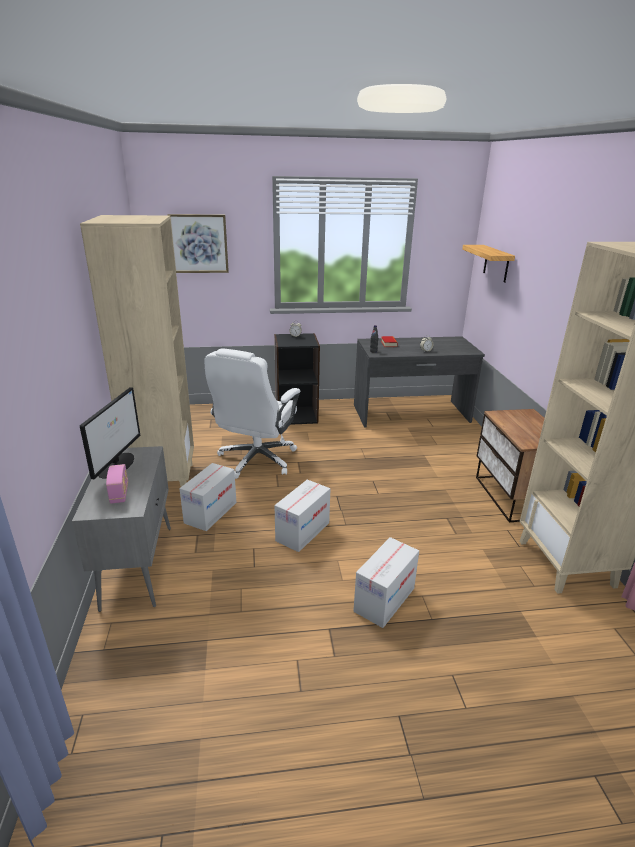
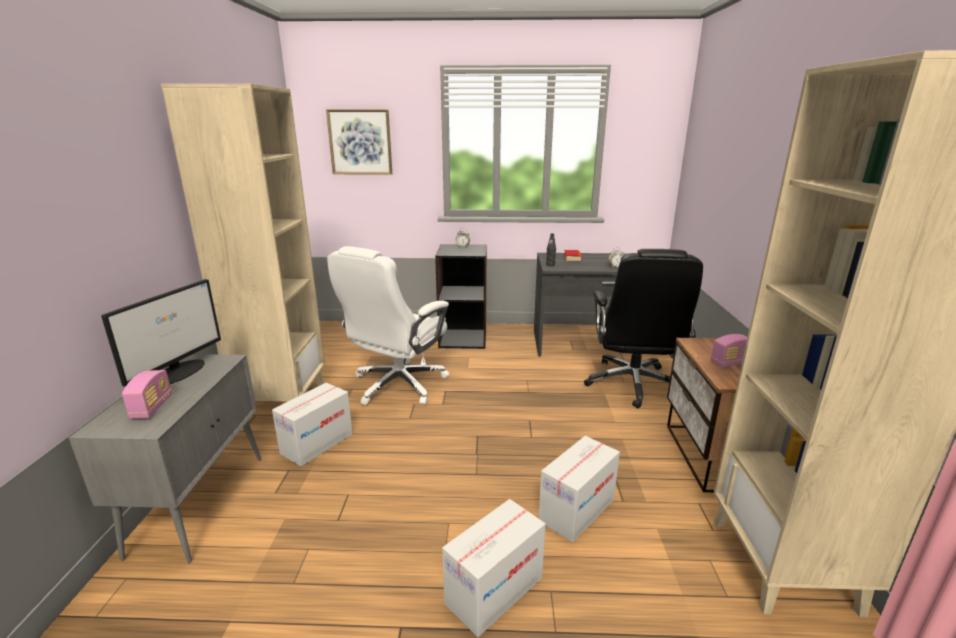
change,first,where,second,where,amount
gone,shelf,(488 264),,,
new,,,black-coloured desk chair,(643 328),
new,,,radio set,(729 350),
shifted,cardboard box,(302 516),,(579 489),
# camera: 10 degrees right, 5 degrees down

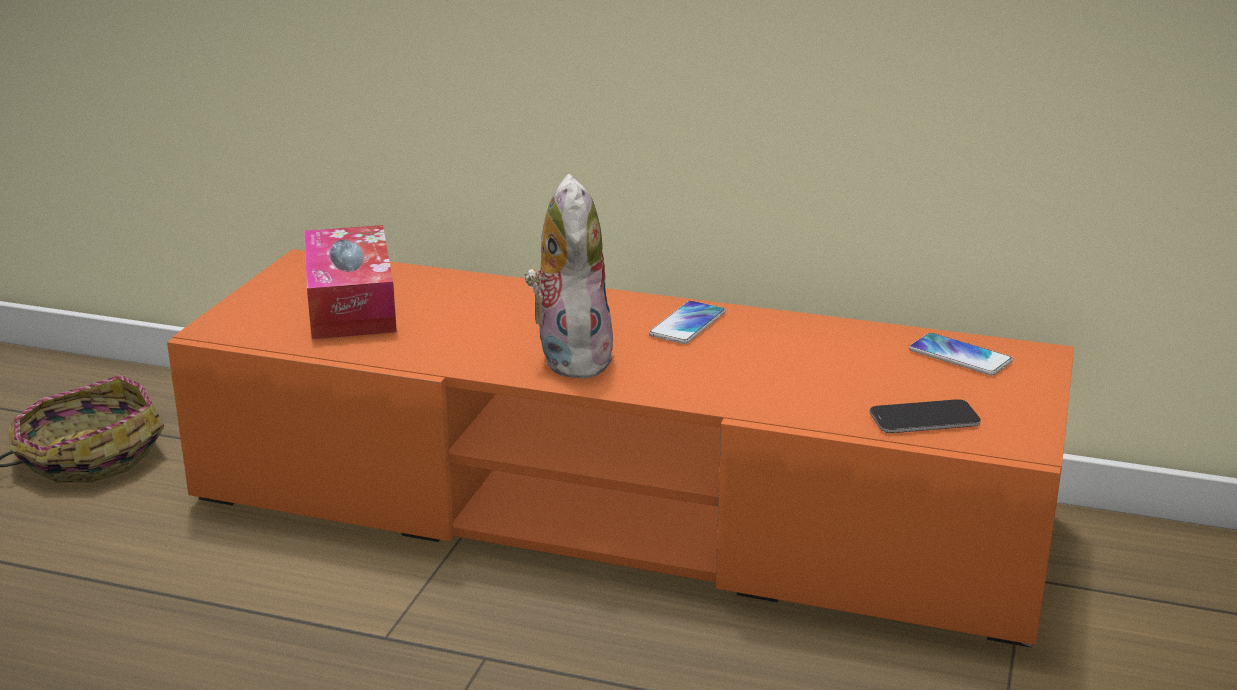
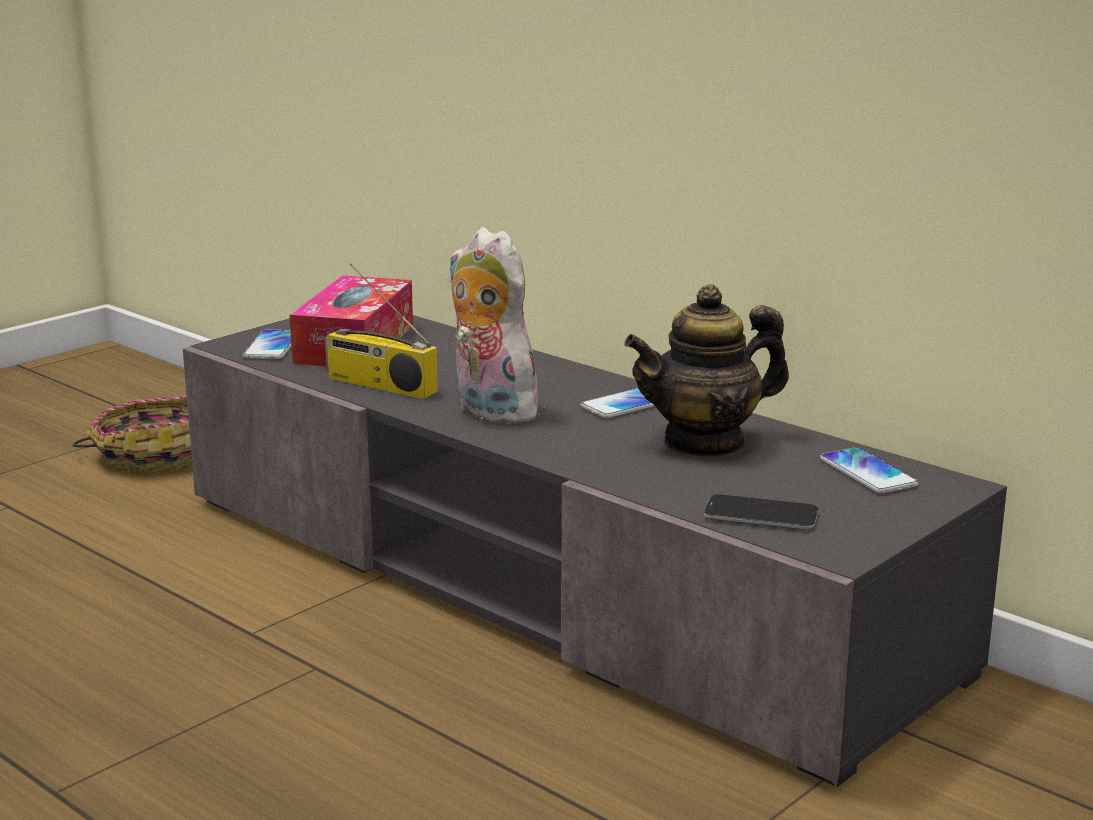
change,first,where,second,where,amount
new,,,handset,(267 344),
new,,,radio set,(381 331),
new,,,teapot,(706 371),
repainted,orangey tv unit,(620 448),greyish tv unit,(595 551),
rotated,soft toy,(569 276),,(498 325),60 degrees counterclockwise
# camera: 25 degrees right, 5 degrees down

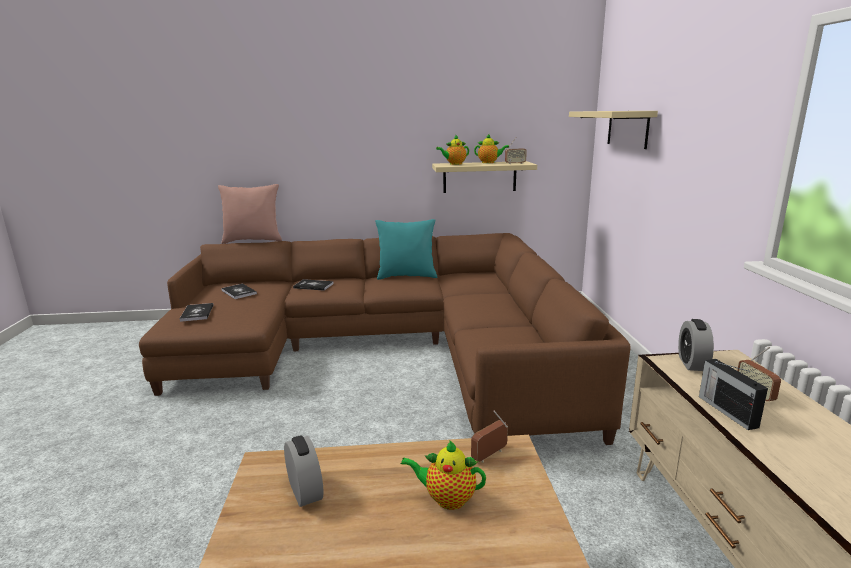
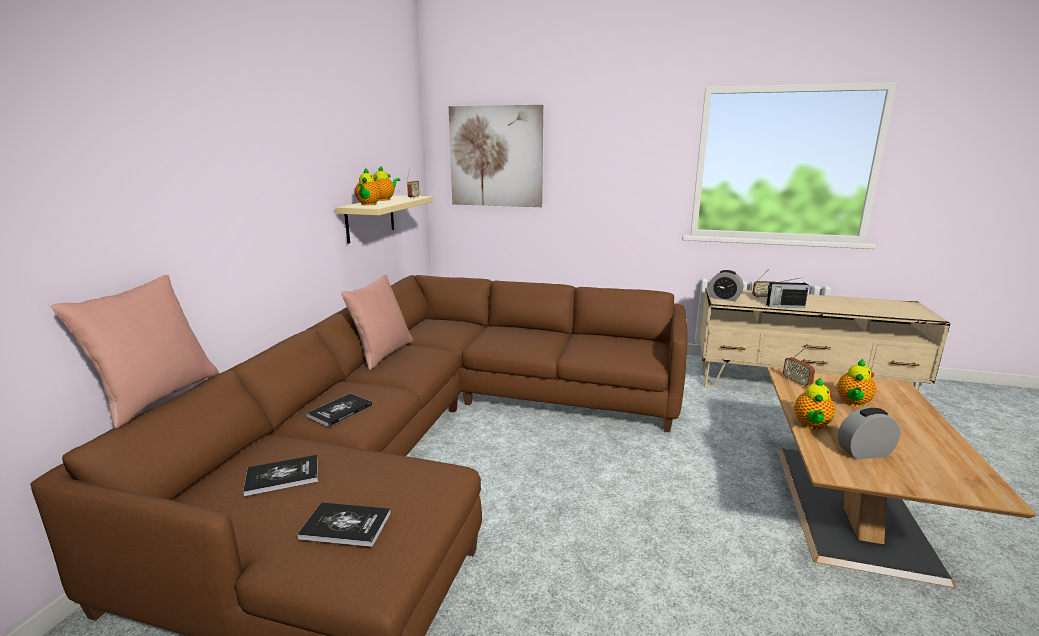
change,first,where,second,where,amount
new,,,teapot,(814 404),
swapped,beige shelf,(613 130),wall art,(496 156),
repainted,turquoise-coloured throw pillow,(406 249),pink throw pillow,(377 322),
# camera: 70 degrees left, 0 degrees up

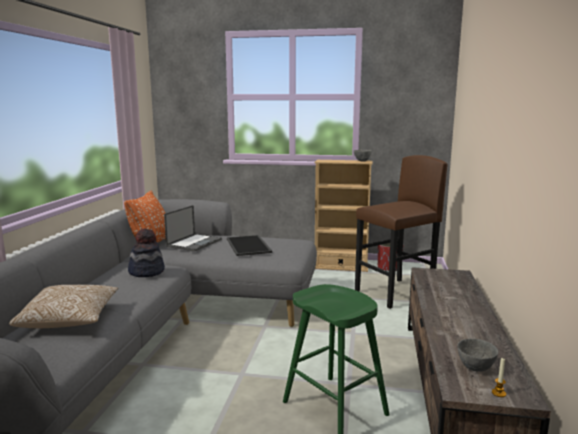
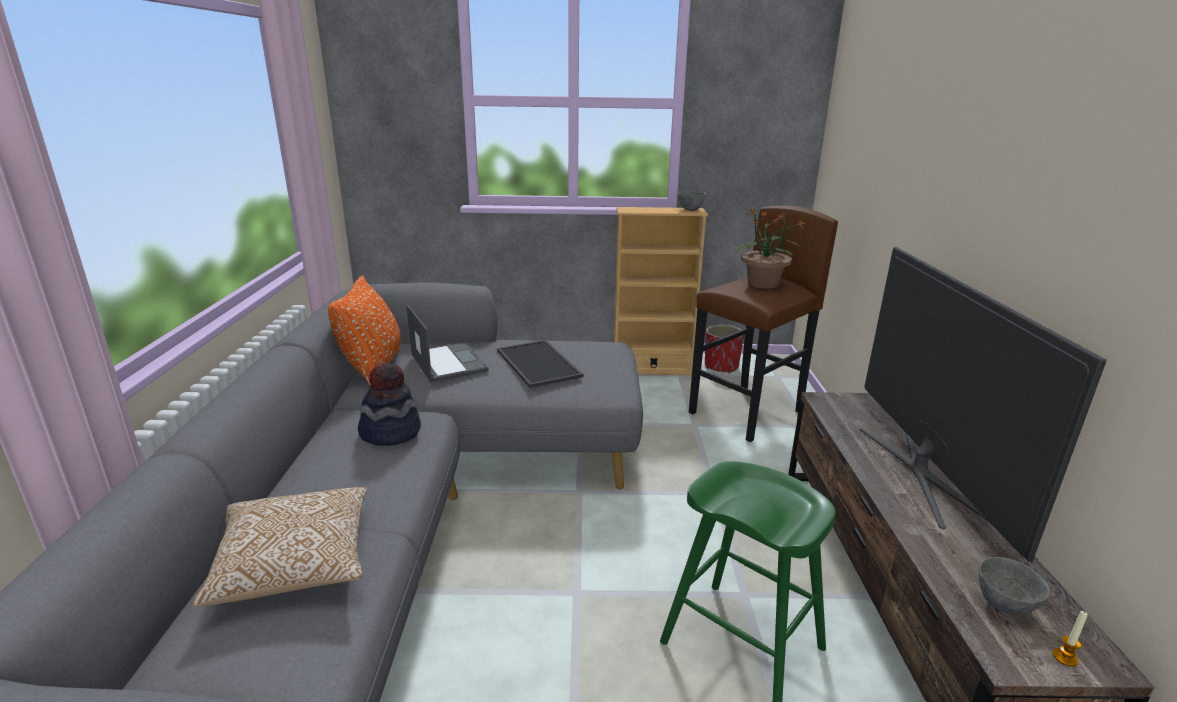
change,first,where,second,where,amount
new,,,potted plant,(770 248),
new,,,television,(983 404),
rotated,notebook computer,(193 228),,(448 344),45 degrees counterclockwise
# camera: 10 degrees left, 10 degrees up

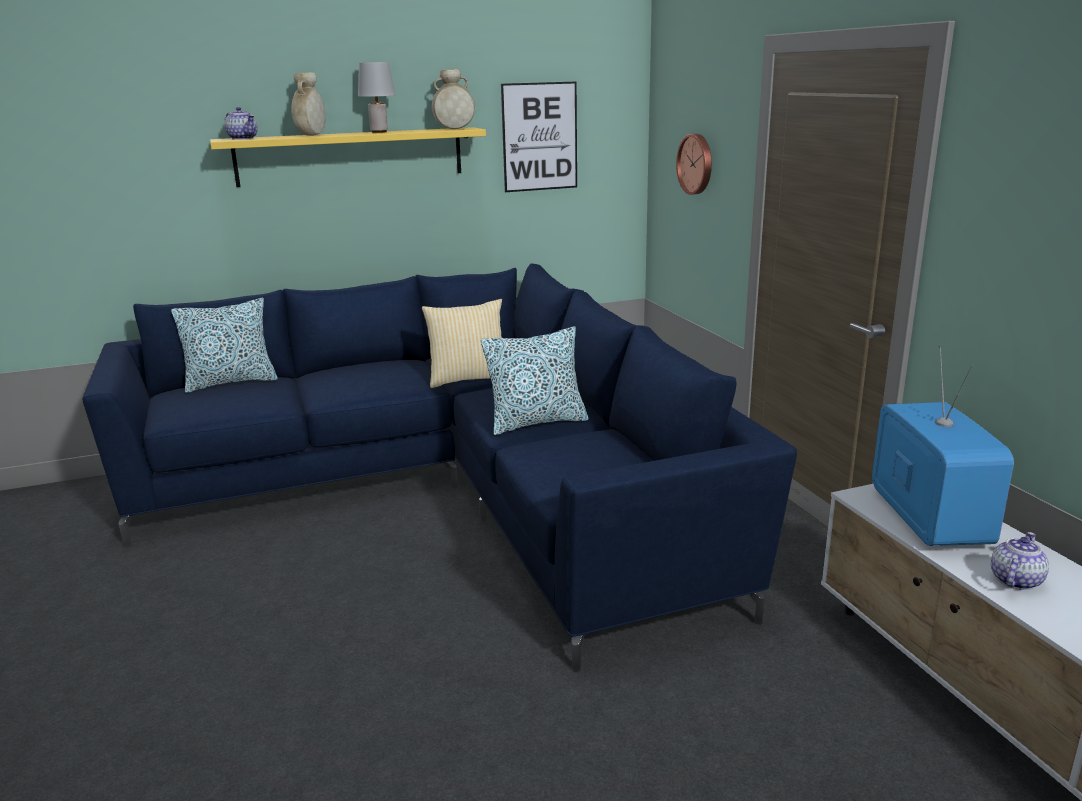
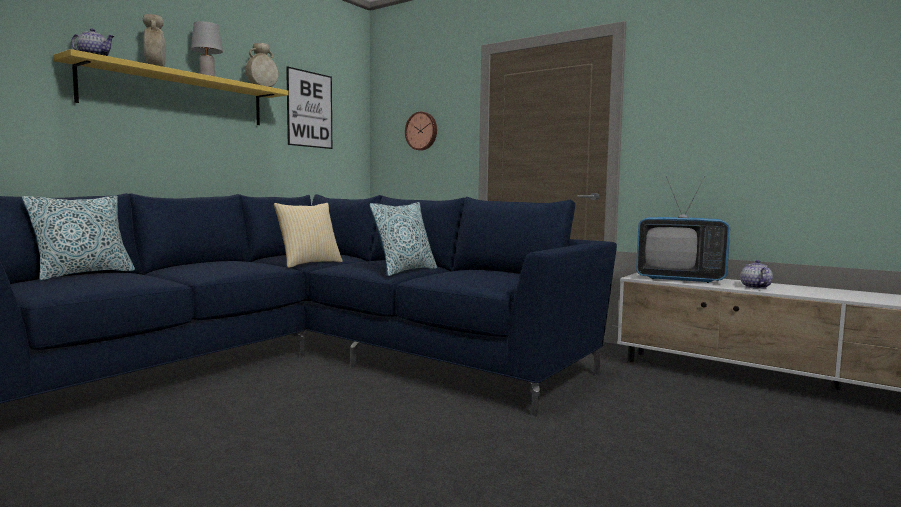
change,first,where,second,where,amount
rotated,television,(943 446),,(683 229),150 degrees clockwise
# camera: 35 degrees left, 15 degrees down

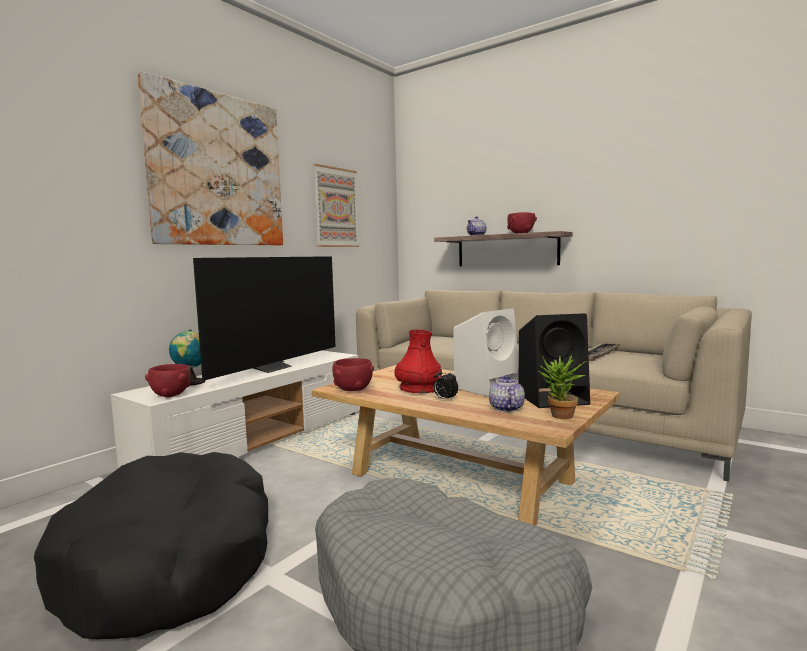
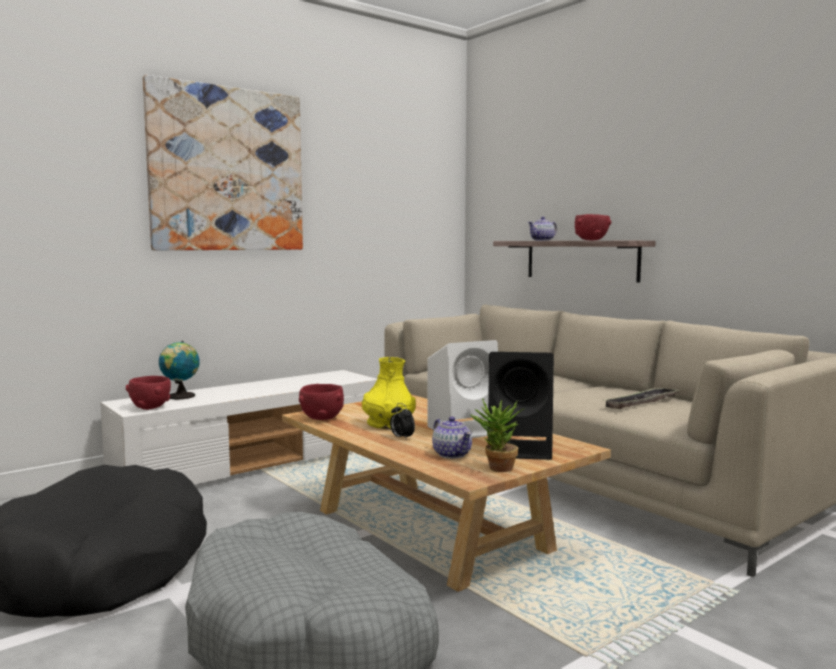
change,first,where,second,where,amount
gone,television,(264 318),,,
gone,wall art,(336 205),,,
repainted,red-coloured decorative vase,(418 361),yellow decorative vase,(389 393),
rotated,teapot,(507 393),,(452 438),135 degrees clockwise
# camera: 15 degrees right, 0 degrees up

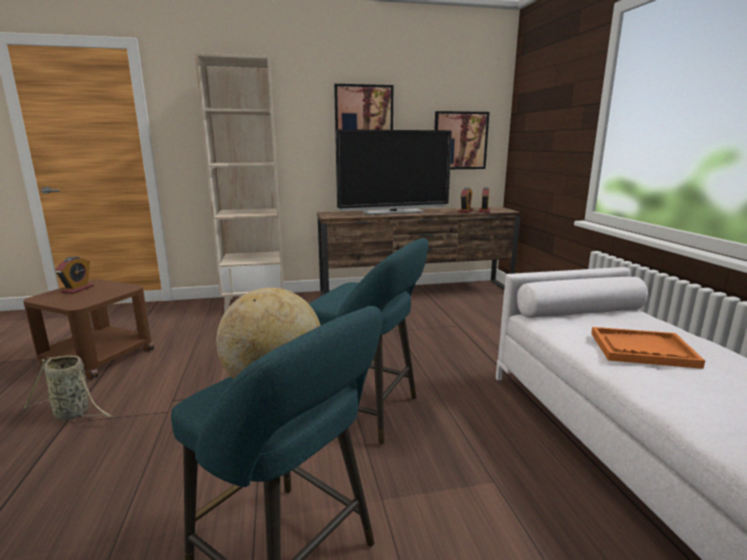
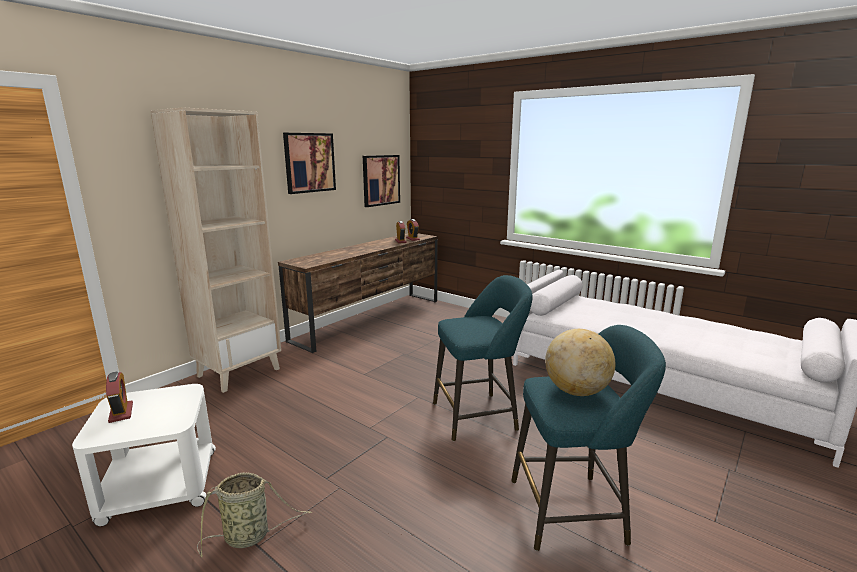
change,first,where,second,where,amount
gone,television,(393 172),,,
gone,orangey carrying tray,(648 348),,,
repainted,brown-coloured end table,(88 329),whitish end table,(144 455),
# camera: 40 degrees left, 0 degrees up

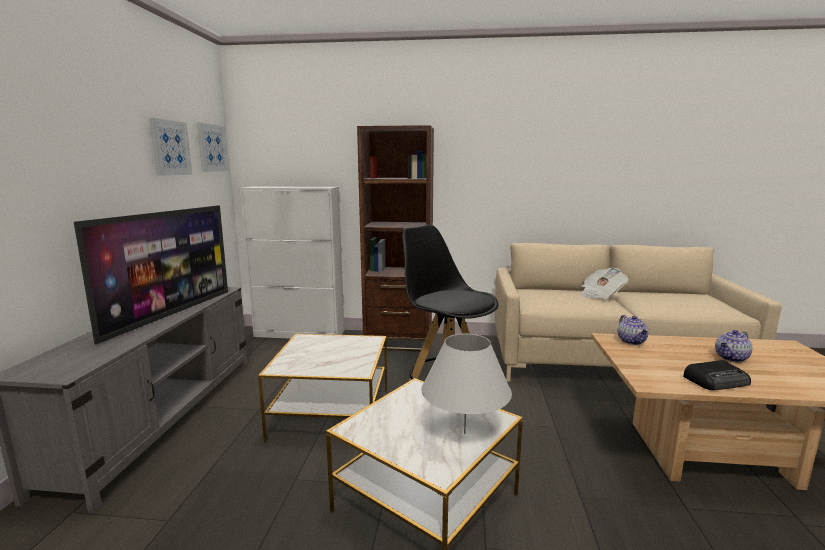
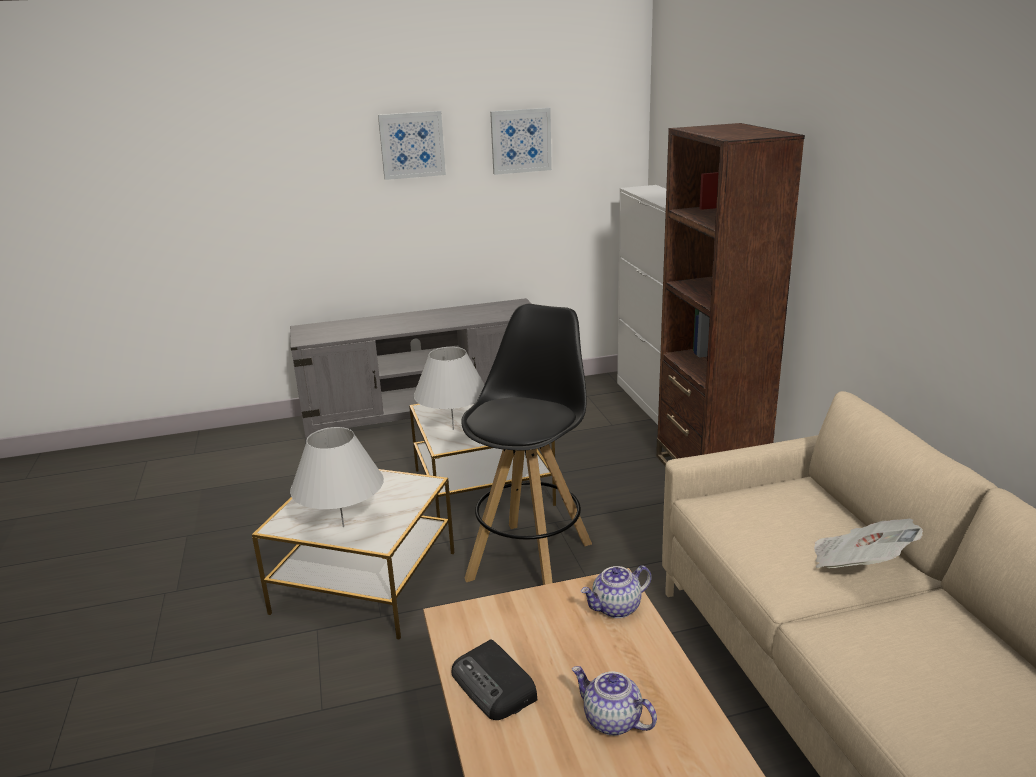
change,first,where,second,where,amount
gone,television,(151 274),,,
new,,,whitish lamp for a table,(449 388),
shifted,wall art,(213 147),,(412 145),
# camera: 70 degrees right, 10 degrees up

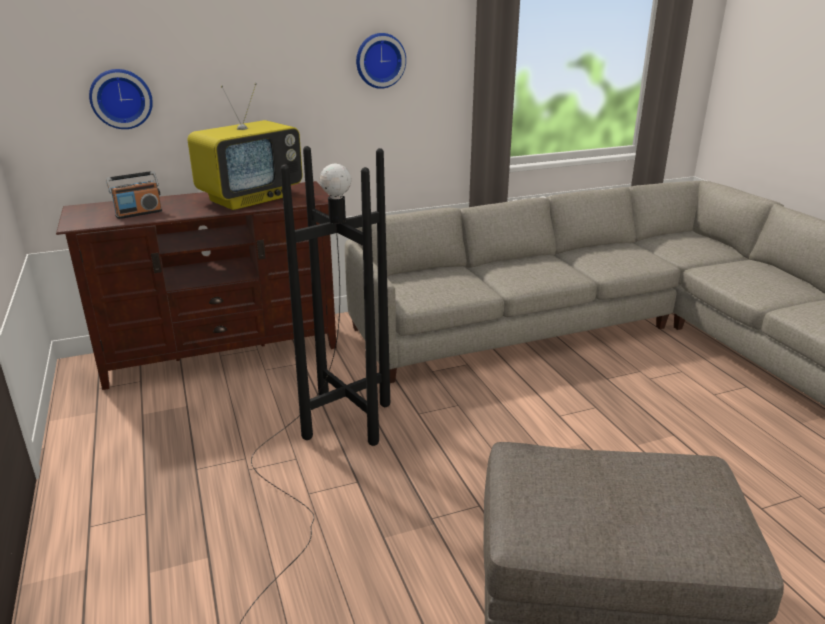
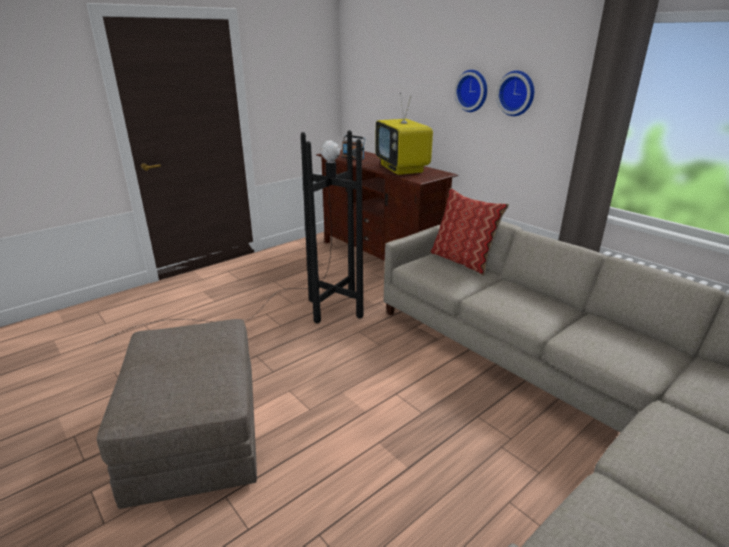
change,first,where,second,where,amount
new,,,throw pillow,(469 232),
shifted,hanging clock,(121 99),,(470 91),
rotated,television,(245 146),,(404 134),45 degrees clockwise
# camera: 70 degrees right, 0 degrees up

